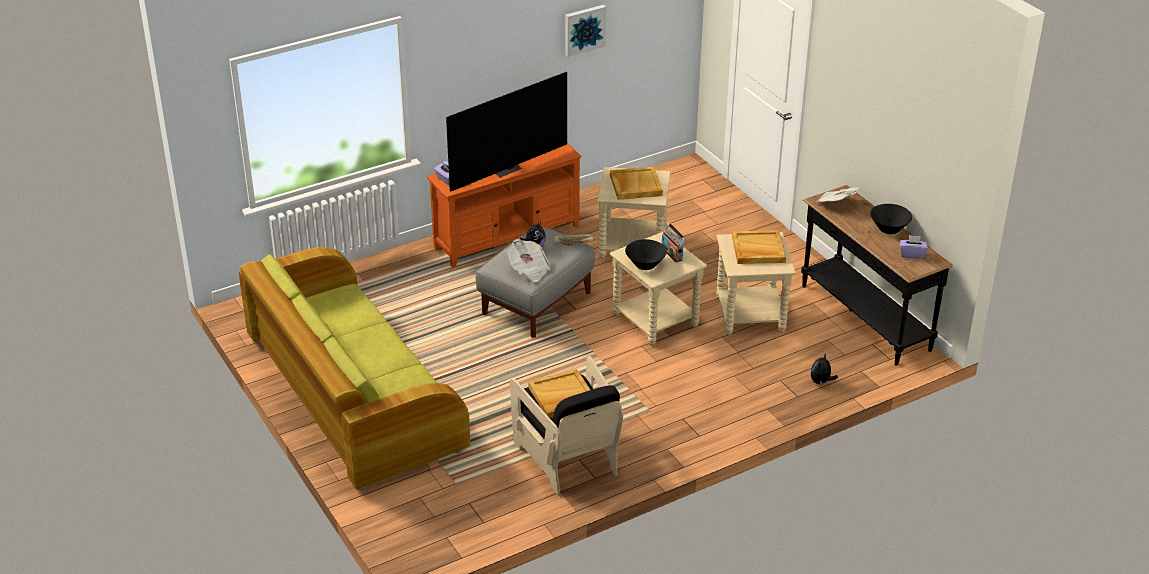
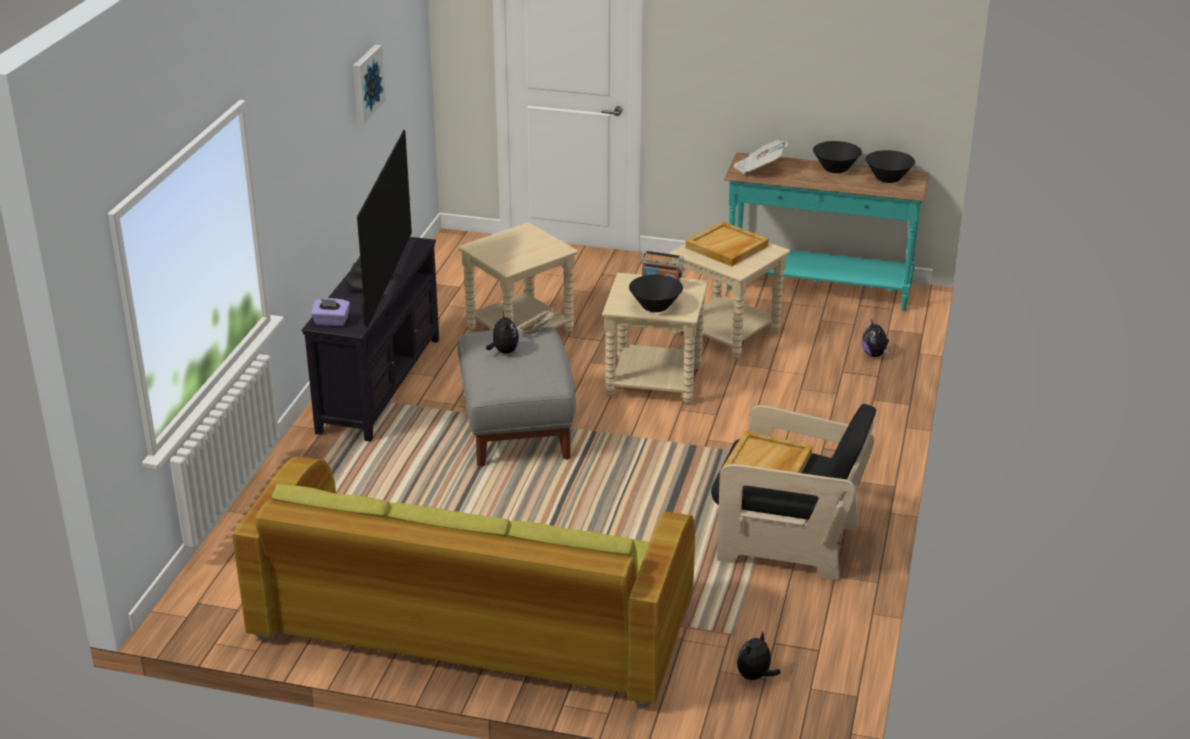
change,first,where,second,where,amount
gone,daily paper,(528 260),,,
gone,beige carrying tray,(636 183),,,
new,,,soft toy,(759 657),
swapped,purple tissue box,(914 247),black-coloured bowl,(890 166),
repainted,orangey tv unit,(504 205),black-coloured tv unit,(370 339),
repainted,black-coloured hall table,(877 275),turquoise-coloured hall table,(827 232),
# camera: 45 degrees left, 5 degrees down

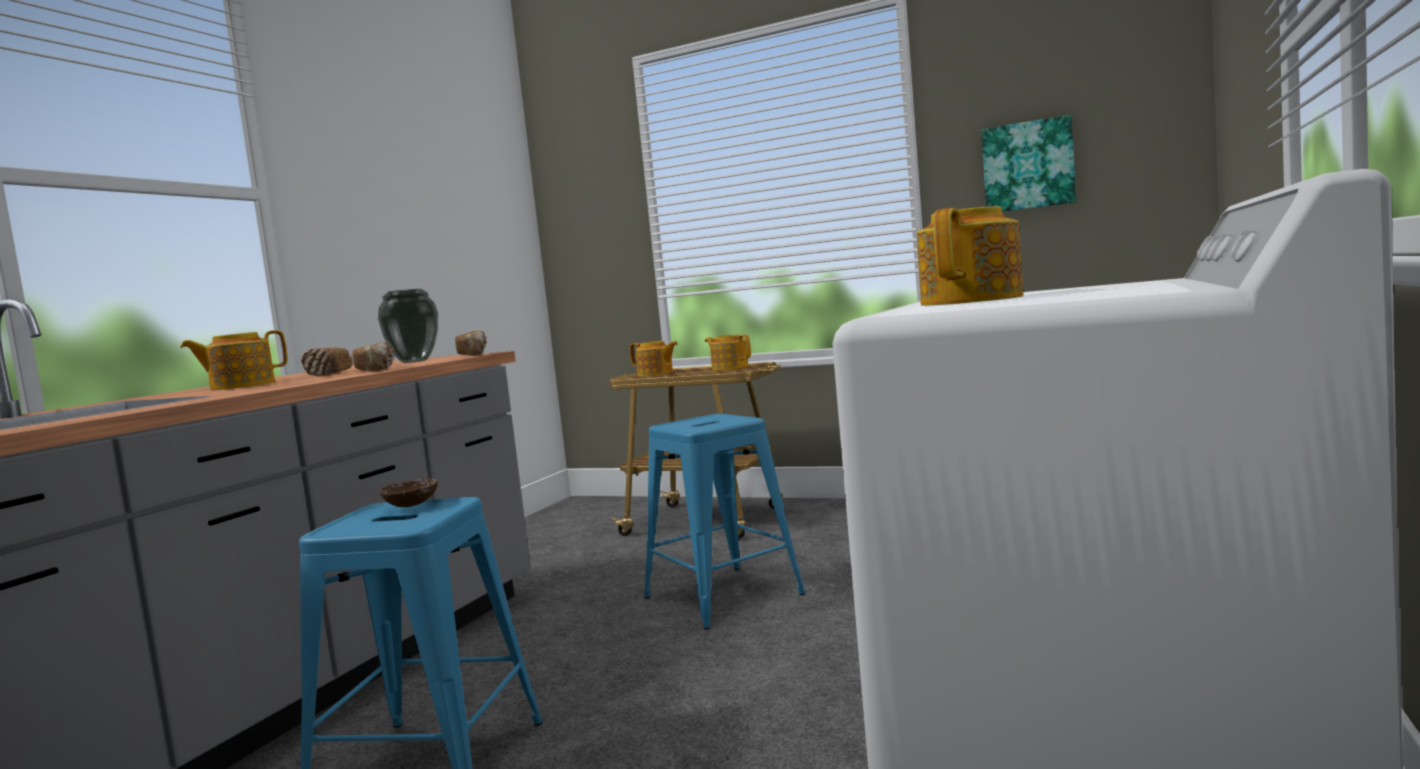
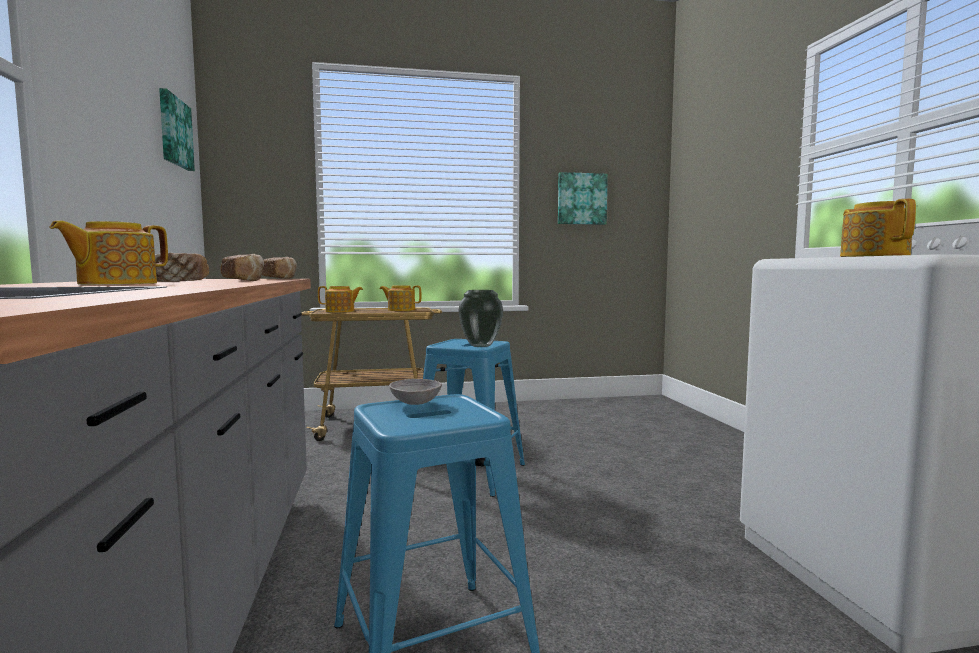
change,first,where,second,where,amount
new,,,wall art,(177 129),
shifted,decorative vase,(408 326),,(480 318),
repainted,brown-coloured bowl,(408 492),greyish bowl,(415 392),
# camera: 35 degrees left, 0 degrees up

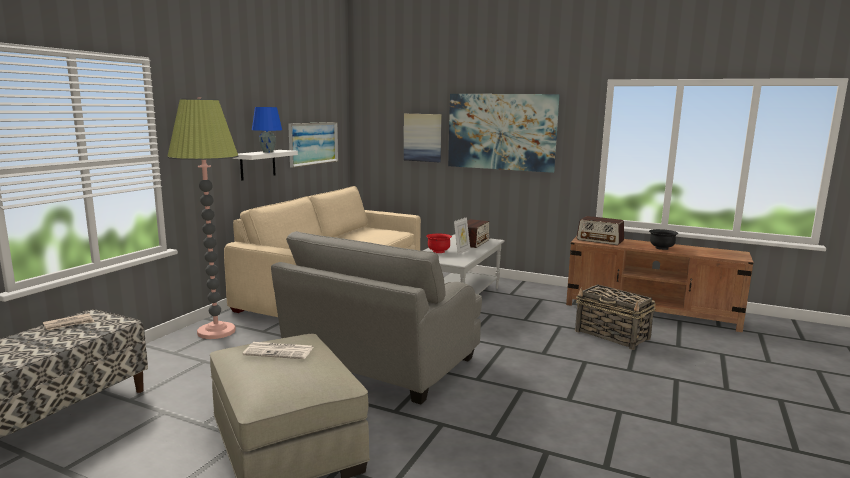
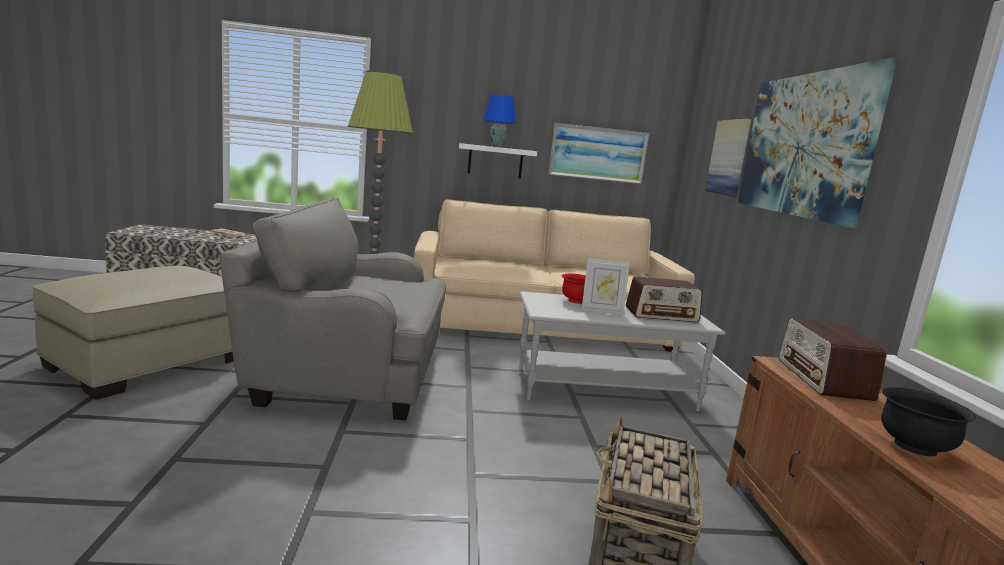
change,first,where,second,where,amount
gone,daily paper,(278 350),,,
# camera: 60 degrees right, 0 degrees up

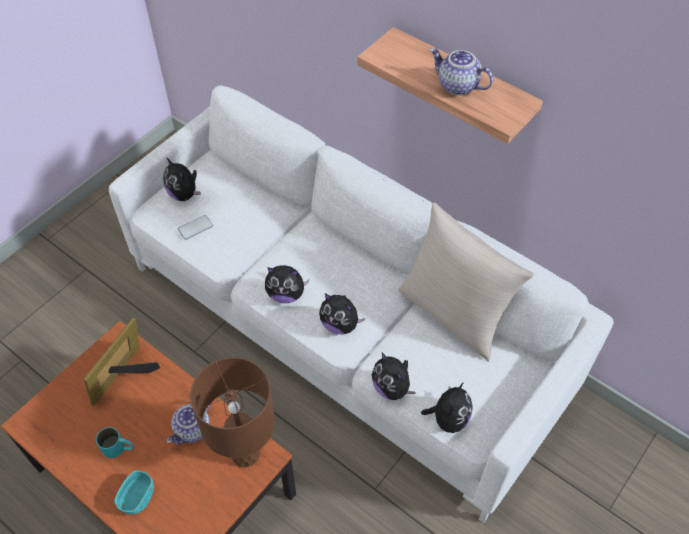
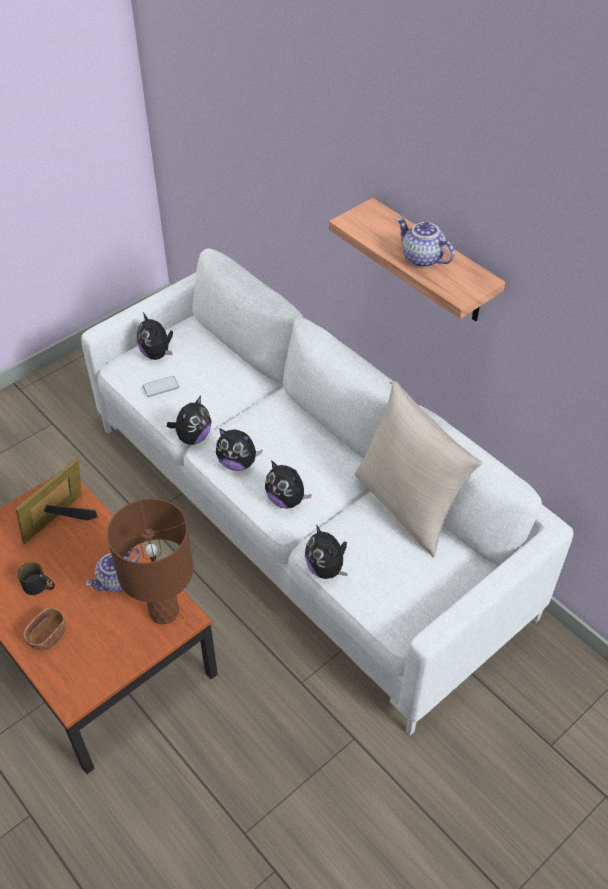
change,first,where,second,where,amount
shifted,soft toy,(446 407),,(189 420),
repainted,turquoise-coloured mug,(115 442),black-coloured mug,(36 578),
repainted,turquoise-coloured bowl,(134 492),brown-coloured bowl,(44 629),
# camera: 10 degrees right, 5 degrees down

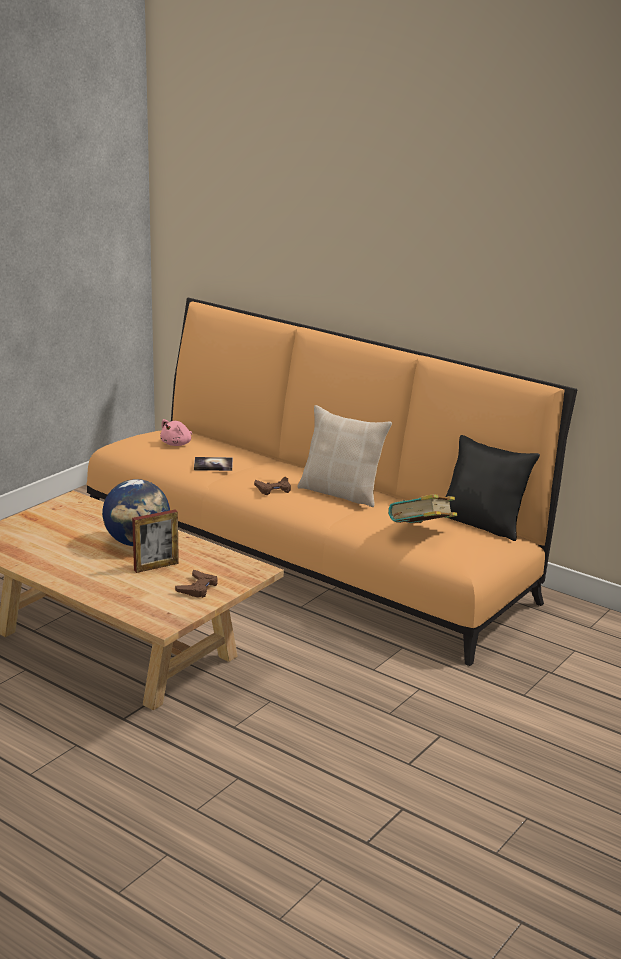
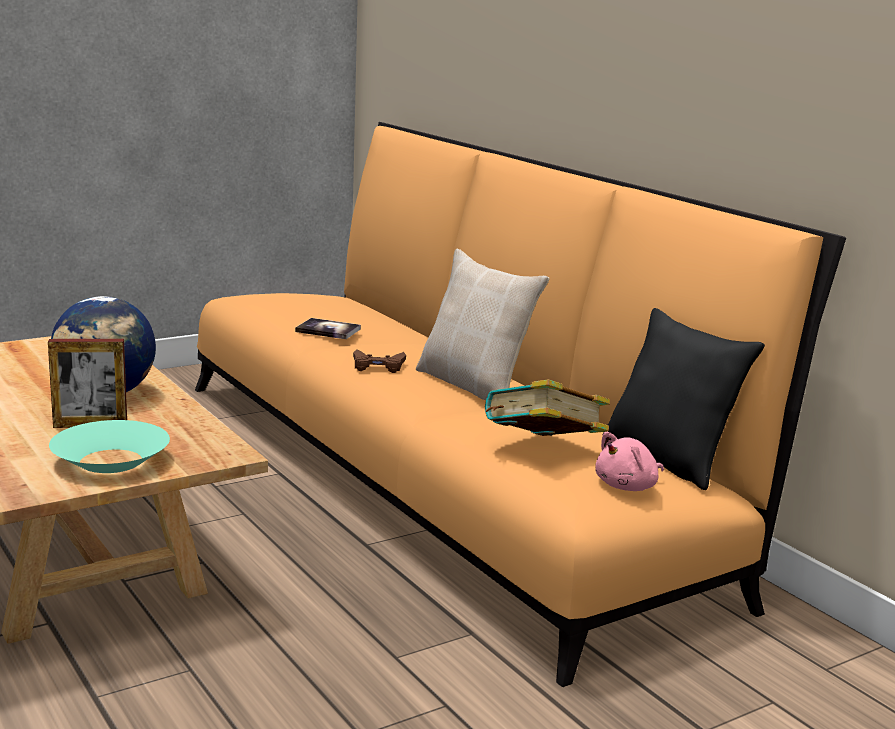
change,first,where,second,where,amount
shifted,pink soft toy,(176 432),,(629 461),
swapped,brown-coloured game controller,(196 584),turquoise-coloured bowl,(109 446),
# camera: 20 degrees right, 5 degrees down

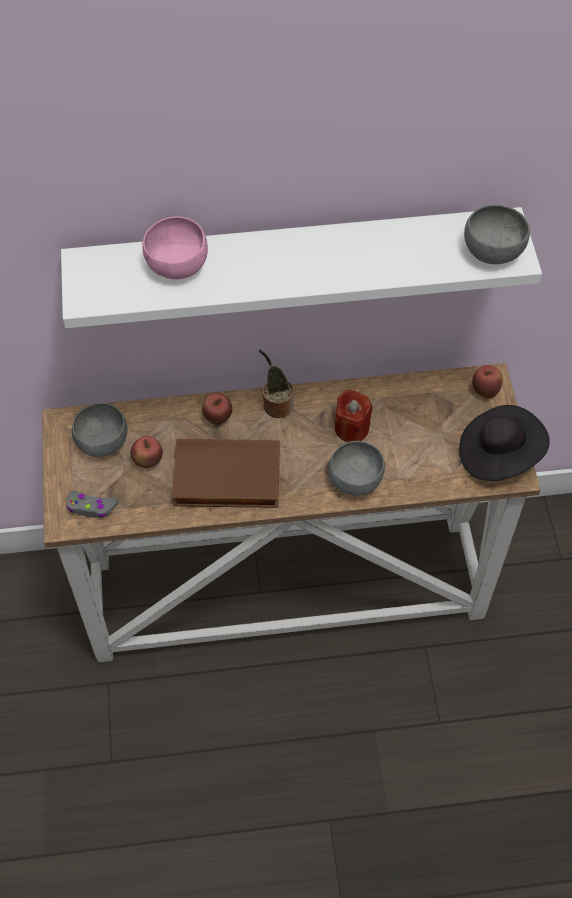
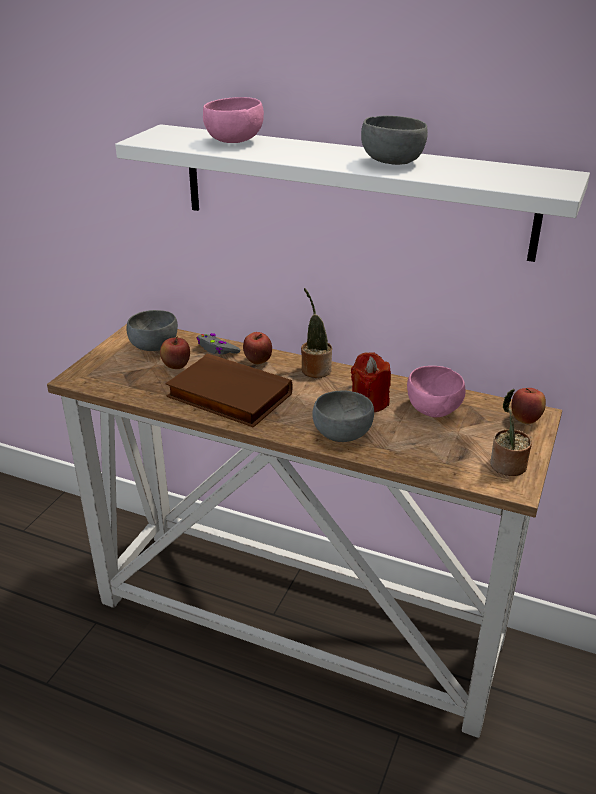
change,first,where,second,where,amount
new,,,pink bowl,(436 391),
shifted,greyish game controller,(92 504),,(218 344),
shifted,greyish bowl,(497 234),,(394 140),
swapped,black-coloured hat,(504 443),potted plant,(511 432),
# camera: 30 degrees right, 25 degrees down

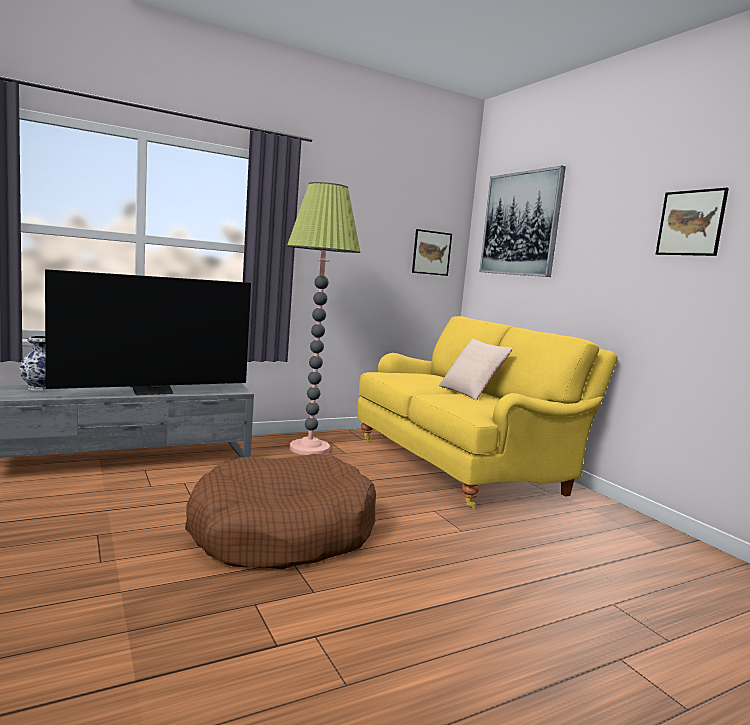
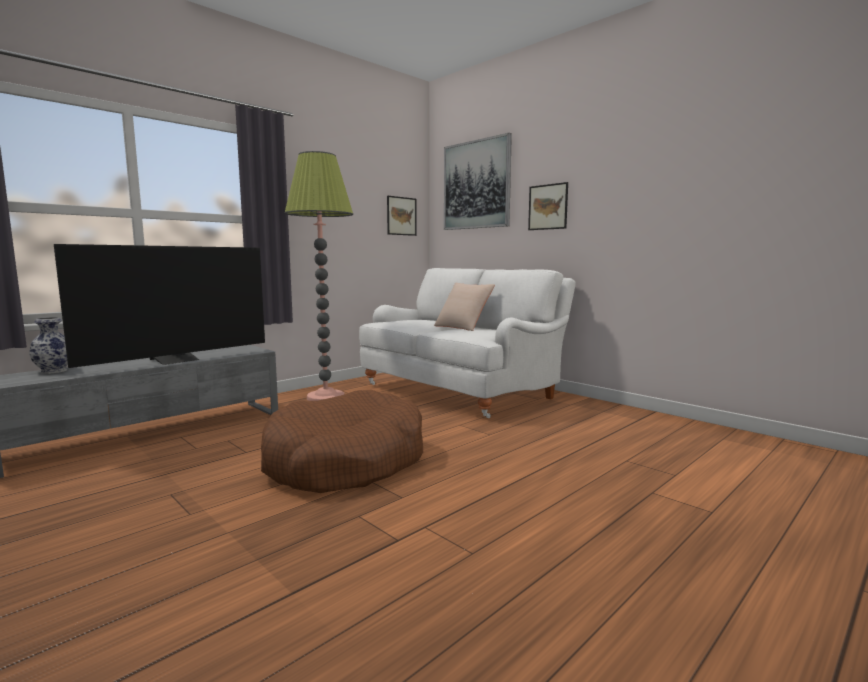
change,first,where,second,where,amount
shifted,wall art,(692 222),,(548 206),
repainted,yellow sofa,(487 412),whitish sofa,(467 343),
# camera: 15 degrees left, 0 degrees up

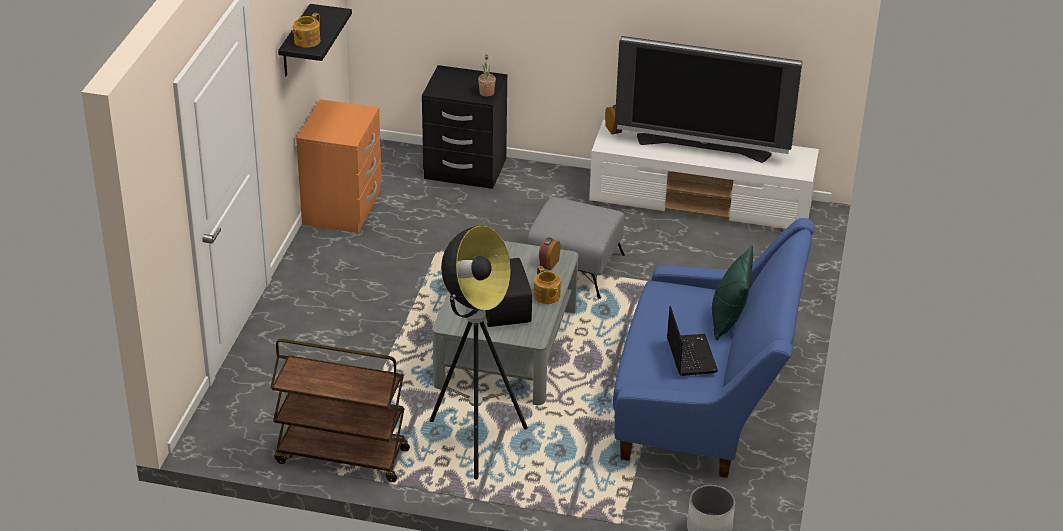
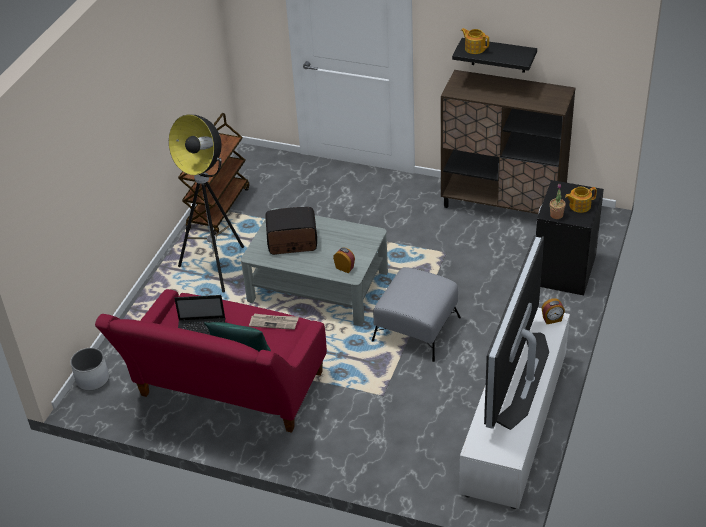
change,first,where,second,where,amount
new,,,daily paper,(274 322),
shifted,teapot,(547 285),,(581 200),
swapped,orangey bedside table,(339 166),brown-coloured storage cabinet,(508 142),
repainted,blue sofa,(714 348),red-coloured sofa,(211 361),
# camera: 100 degrees right, 5 degrees up

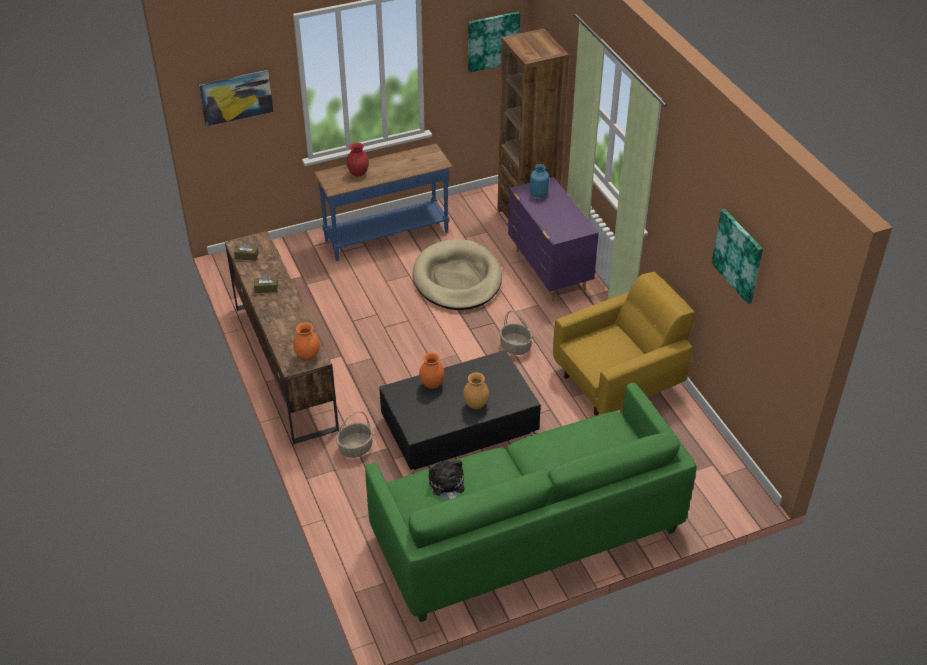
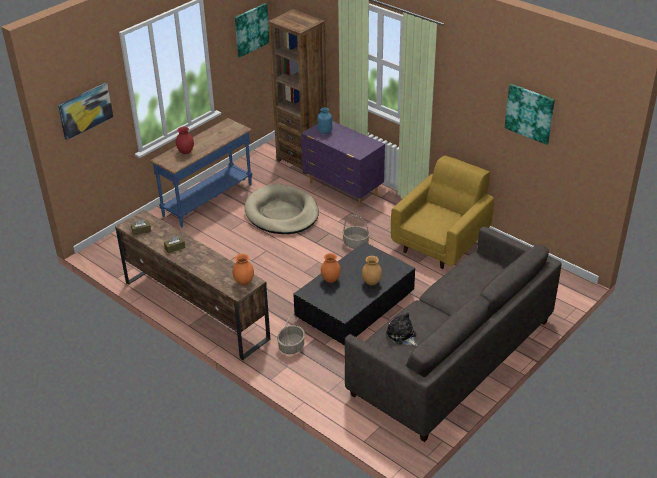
change,first,where,second,where,amount
repainted,green-coloured sofa,(531 502),greyish sofa,(453 334),
# camera: 25 degrees left, 5 degrees down

